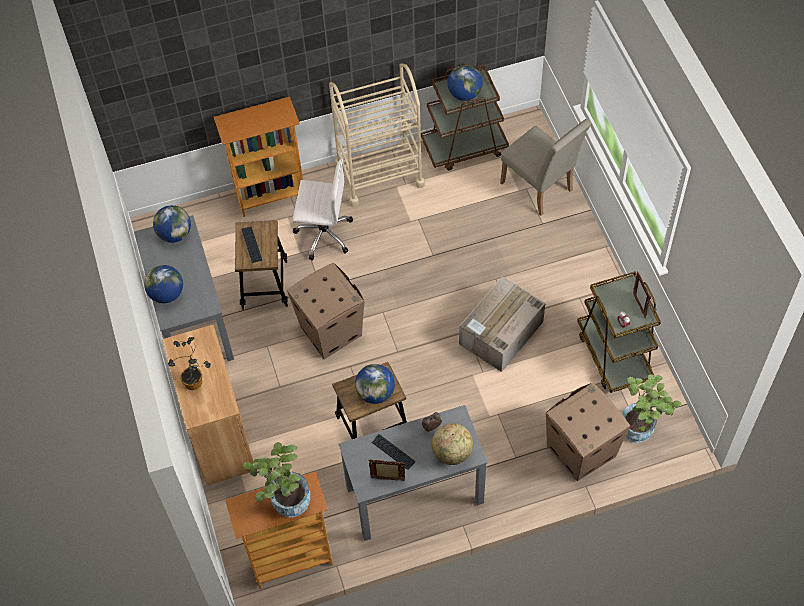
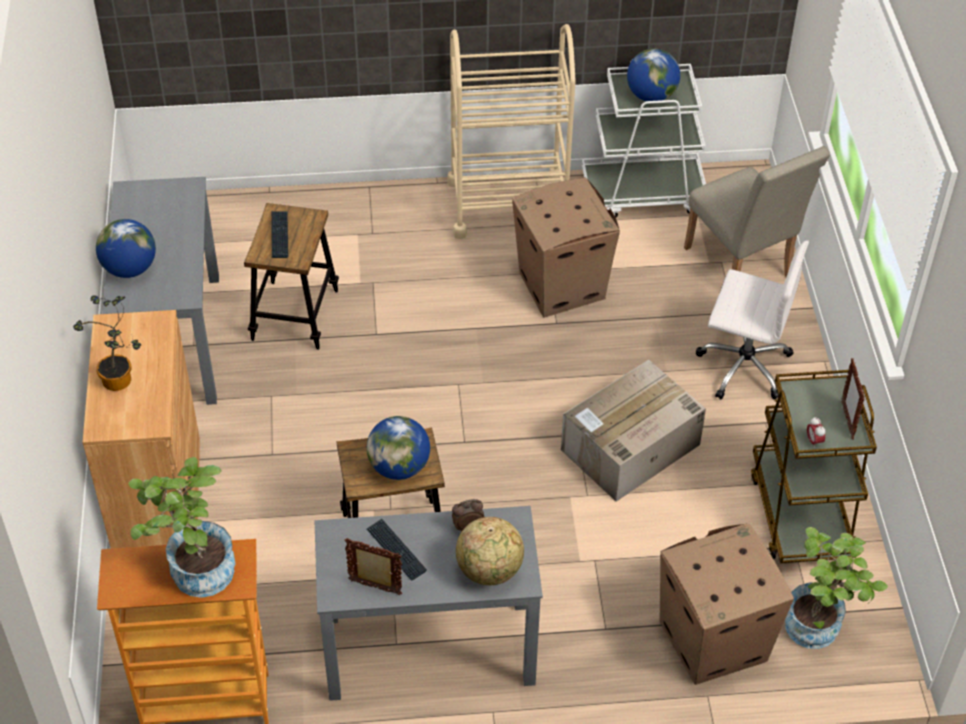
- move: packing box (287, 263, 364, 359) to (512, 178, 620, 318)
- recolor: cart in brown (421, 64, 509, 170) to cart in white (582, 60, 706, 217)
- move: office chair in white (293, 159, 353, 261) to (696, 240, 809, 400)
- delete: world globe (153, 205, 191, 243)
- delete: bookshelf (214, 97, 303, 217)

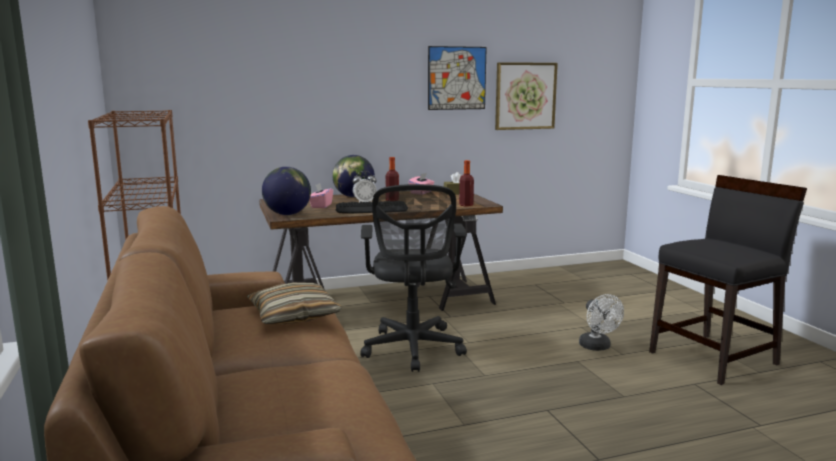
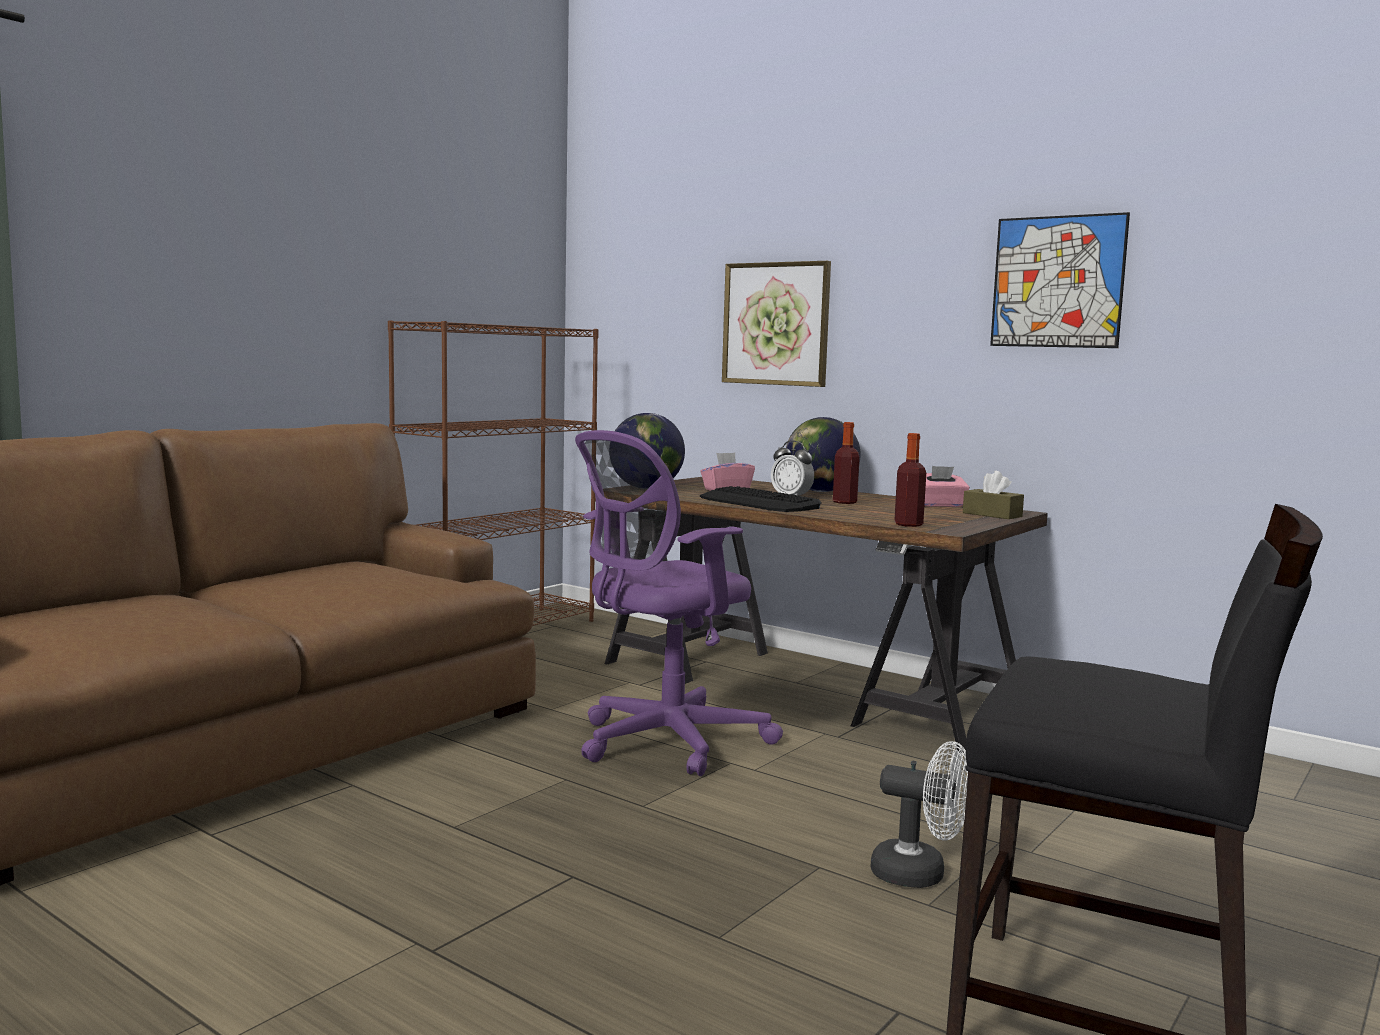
- recolor: office chair in black (360, 184, 467, 372) to office chair in purple-coloured (575, 430, 783, 776)
- move: wall picture (495, 62, 558, 130) to (722, 261, 831, 387)
- rotate: electric fan in white (579, 294, 624, 351) = (870, 741, 968, 888) 105 degrees counterclockwise
- delete: pillow (247, 282, 342, 324)

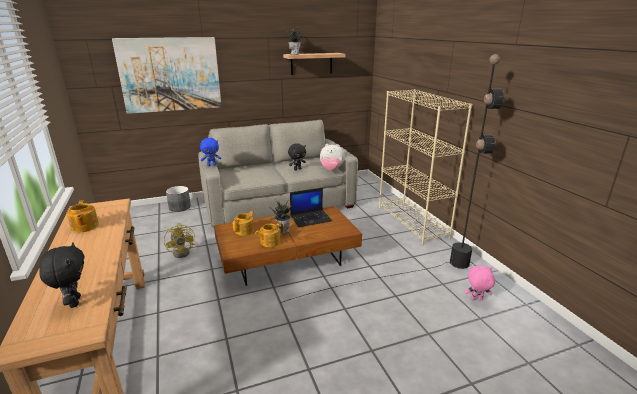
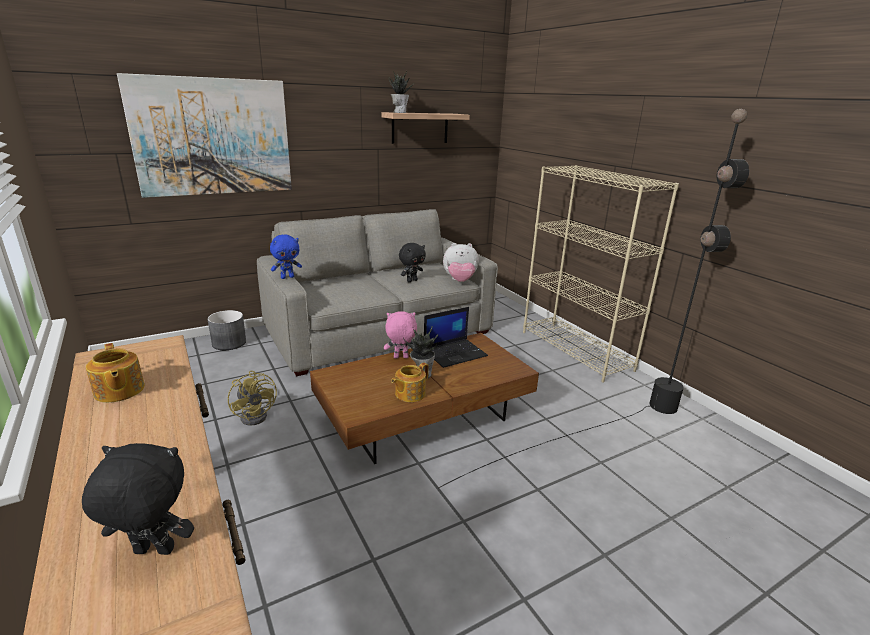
- rotate: cuddly toy in black (39, 242, 85, 308) = (82, 443, 194, 555) 60 degrees counterclockwise
- move: cuddly toy in pinkish (464, 266, 495, 301) to (384, 312, 417, 358)
- delete: pot for tea (233, 211, 254, 236)

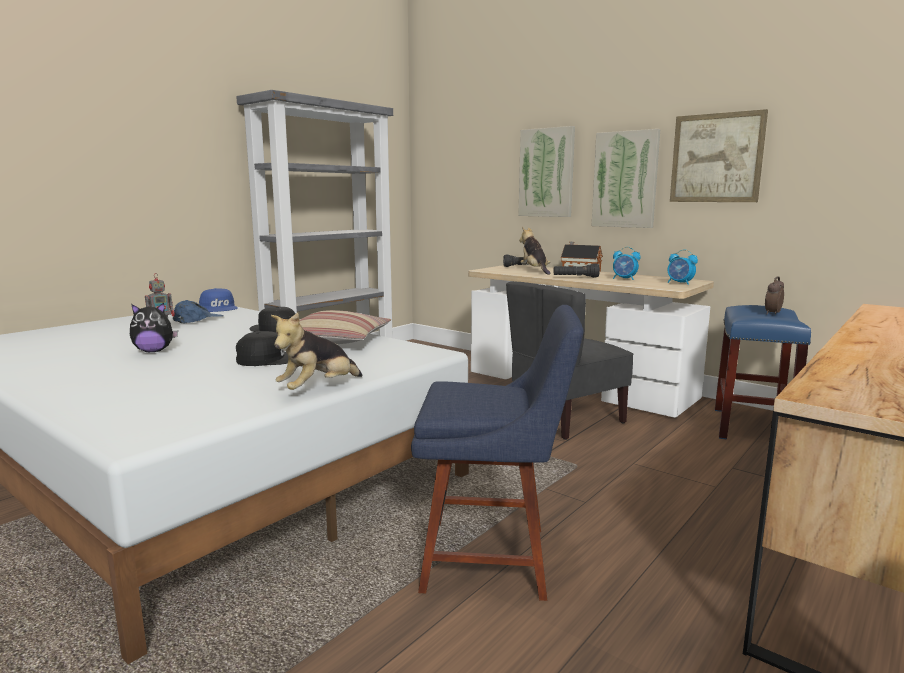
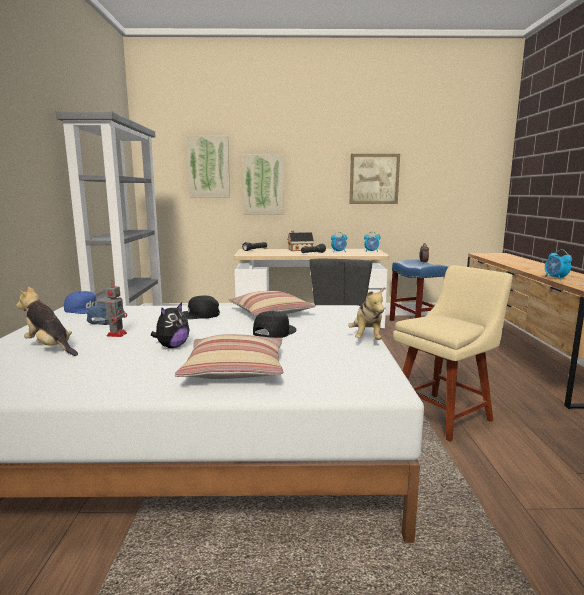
- move: cuddly toy (519, 227, 550, 275) to (16, 287, 78, 356)
- insert: pillow (175, 334, 283, 379)
- move: wall picture (592, 129, 660, 228) to (187, 136, 230, 197)
- recolor: upright chair in blue-coloured (411, 305, 583, 601) to upright chair in sand-coloured (393, 265, 513, 442)
- insert: bedside clock (545, 250, 572, 280)

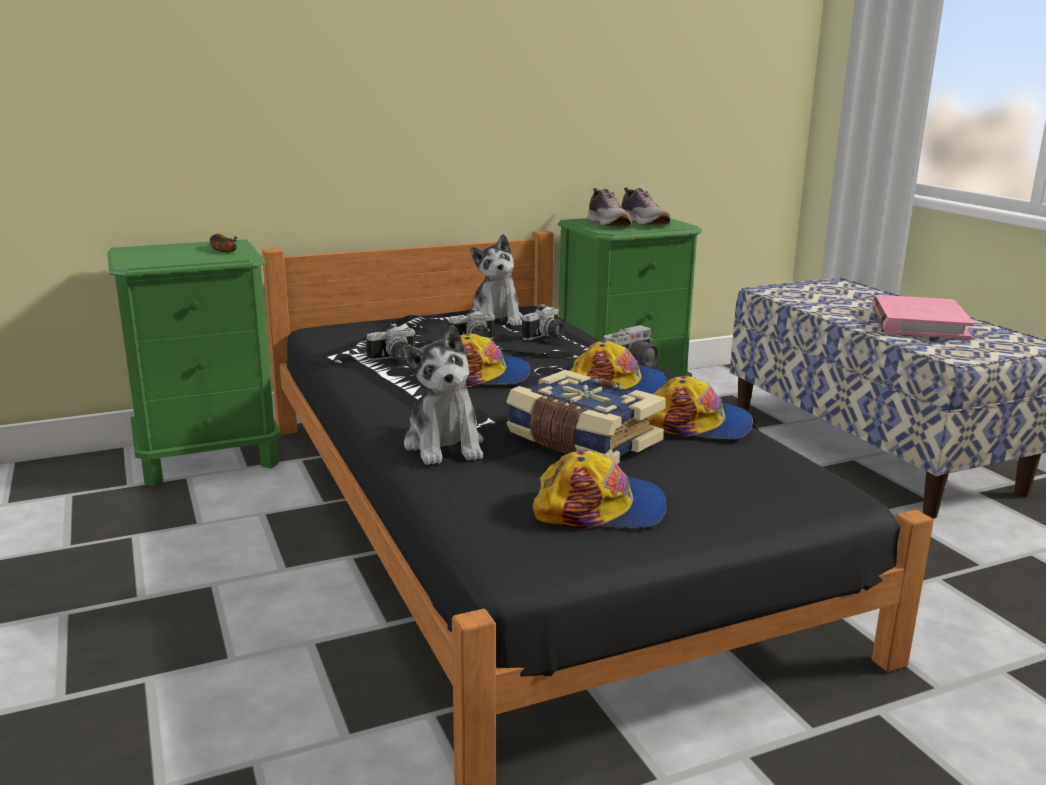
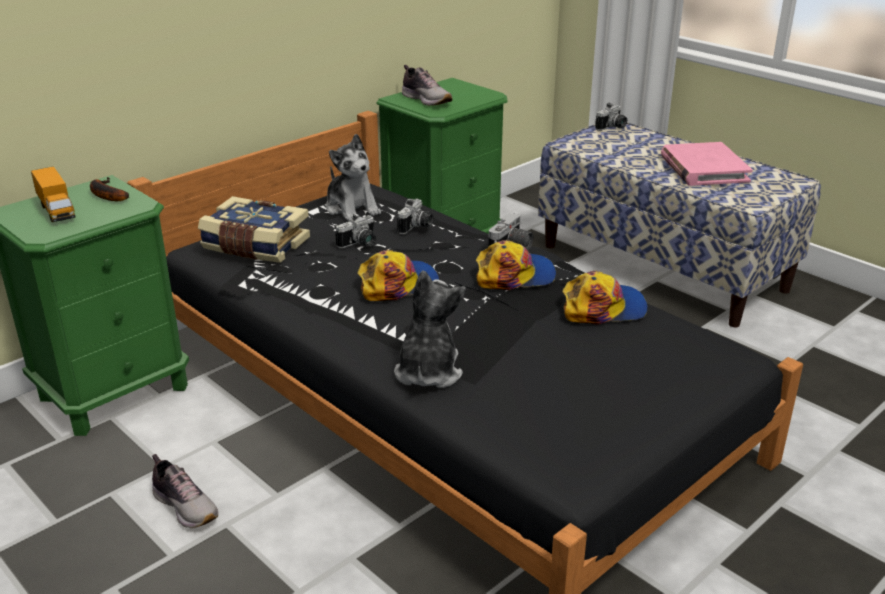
- insert: toy lorry (31, 166, 76, 222)
- move: shoe (621, 187, 670, 225) to (152, 454, 218, 529)
- move: volume (506, 370, 666, 464) to (198, 196, 310, 263)
- rotate: cuddly toy (403, 325, 484, 465) = (394, 270, 466, 388) 135 degrees counterclockwise
- move: photo camera (366, 323, 415, 361) to (595, 103, 627, 131)
- delete: peaked cap (533, 450, 667, 529)

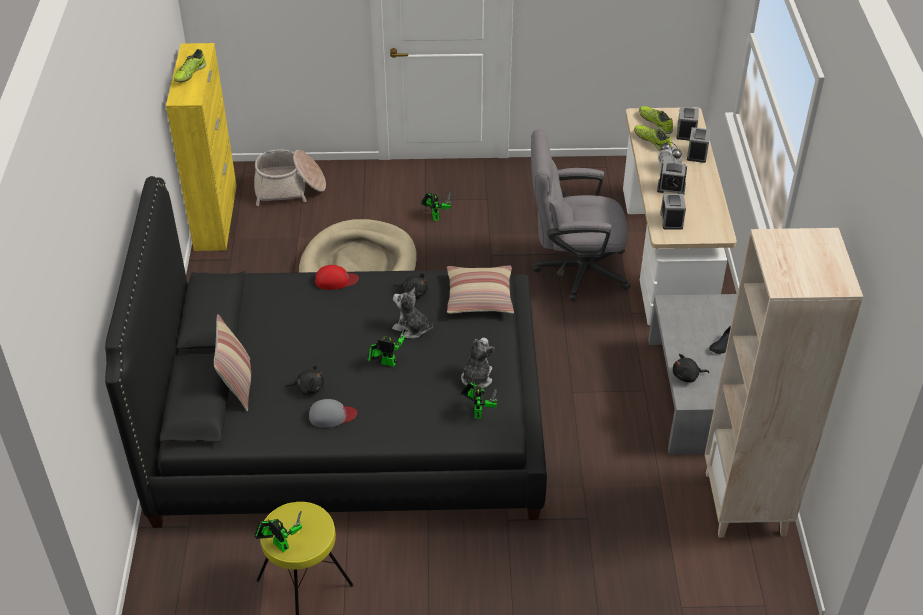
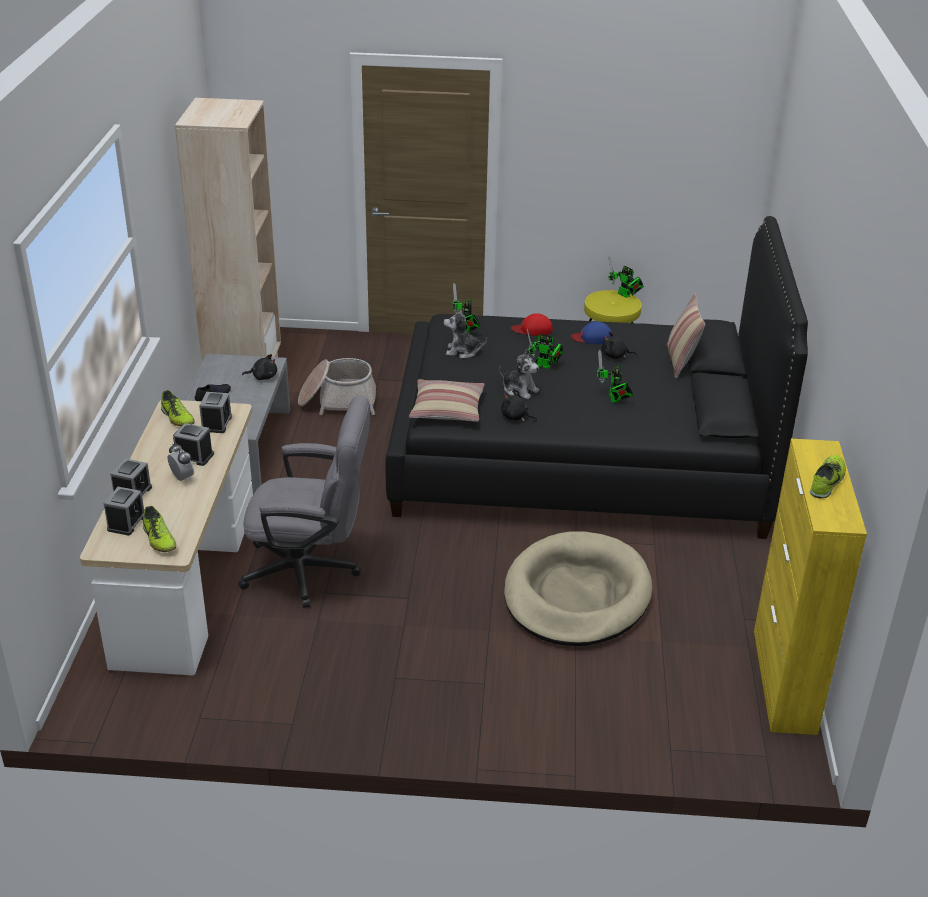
- move: shoe (634, 125, 672, 152) to (161, 390, 195, 426)
- move: household basket (254, 149, 326, 206) to (298, 358, 376, 415)
- rotate: cuddly toy (461, 338, 495, 388) = (444, 310, 487, 359) 75 degrees clockwise
- move: peaked cap in reddish (315, 265, 359, 290) to (511, 313, 553, 336)
- recolor: peaked cap in gray (309, 399, 357, 428) to peaked cap in blue-coloured (571, 321, 612, 344)
- move: toy robot (421, 192, 451, 221) to (597, 350, 633, 402)

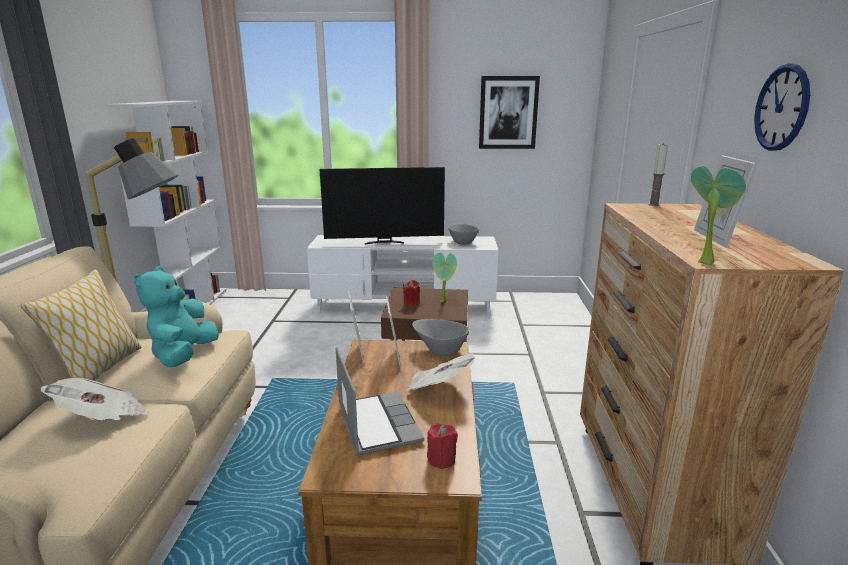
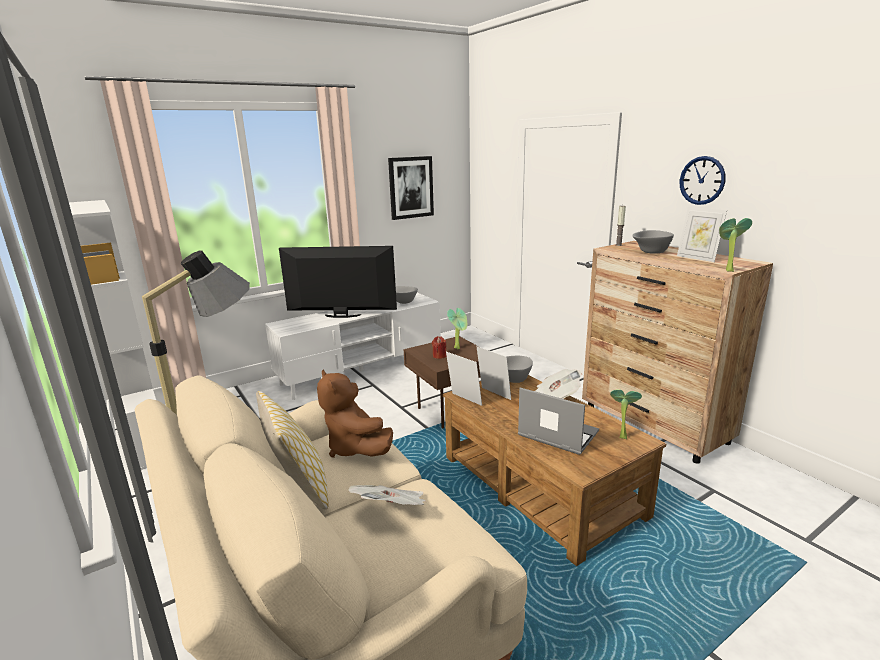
- rotate: TV set (319, 167, 445, 245) = (279, 246, 397, 318) 135 degrees counterclockwise
- recolor: cuddly toy in turquoise-coloured (134, 266, 219, 367) to cuddly toy in brown (317, 370, 393, 458)
- replace: wax light in reddish (427, 423, 458, 469) to houseplant (610, 390, 642, 439)
- insert: deep dish in gray (632, 230, 674, 254)

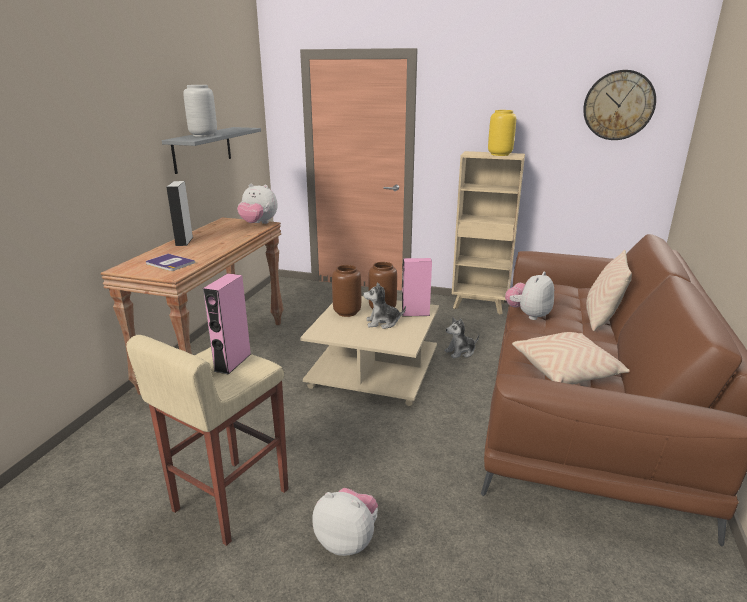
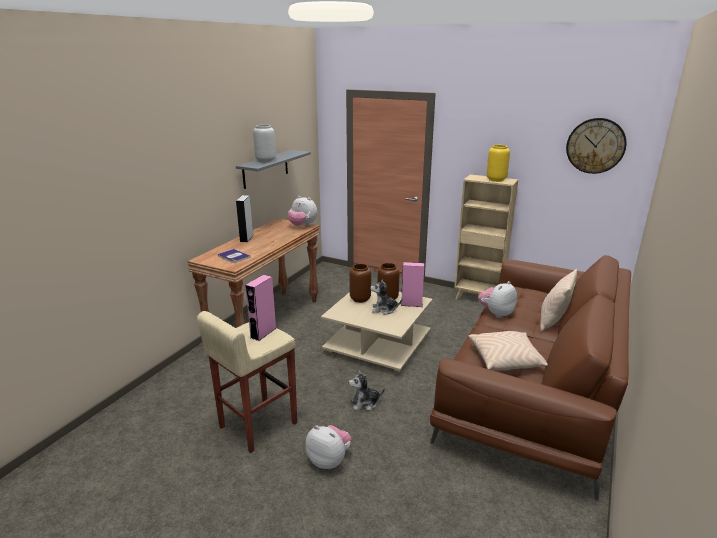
- move: cuddly toy (444, 317, 479, 359) to (348, 370, 385, 411)

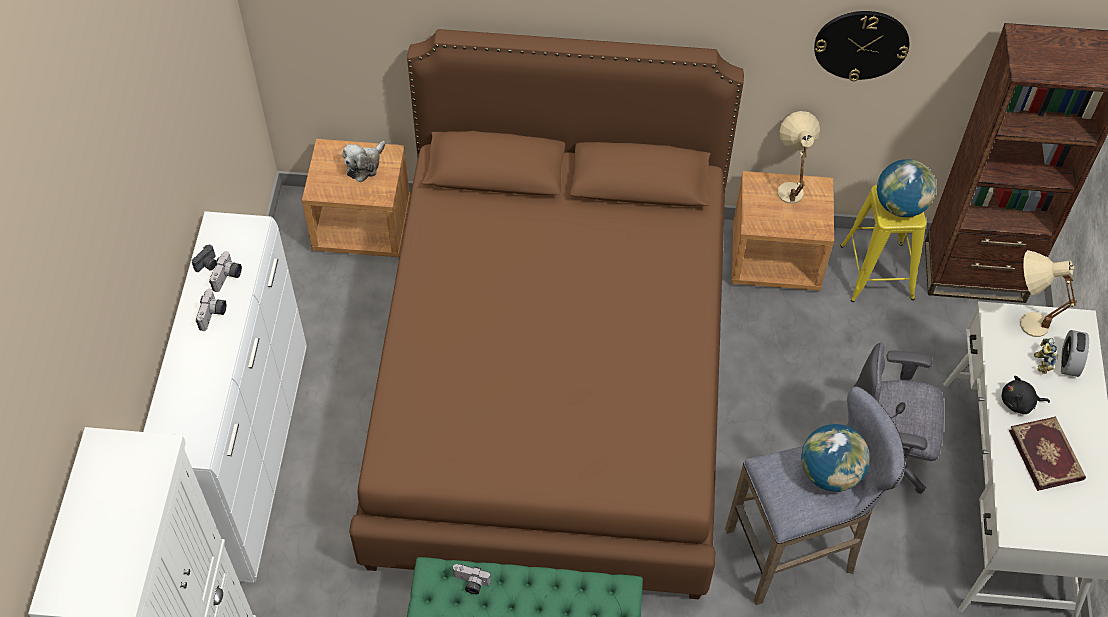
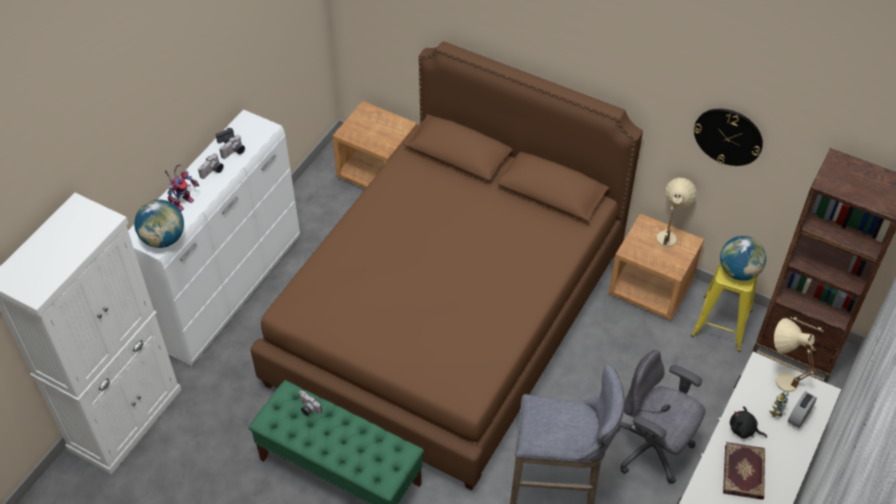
- move: world globe (801, 424, 870, 492) to (134, 200, 184, 248)
- insert: toy robot (165, 164, 199, 211)
- delete: cuddly toy (342, 141, 386, 182)

